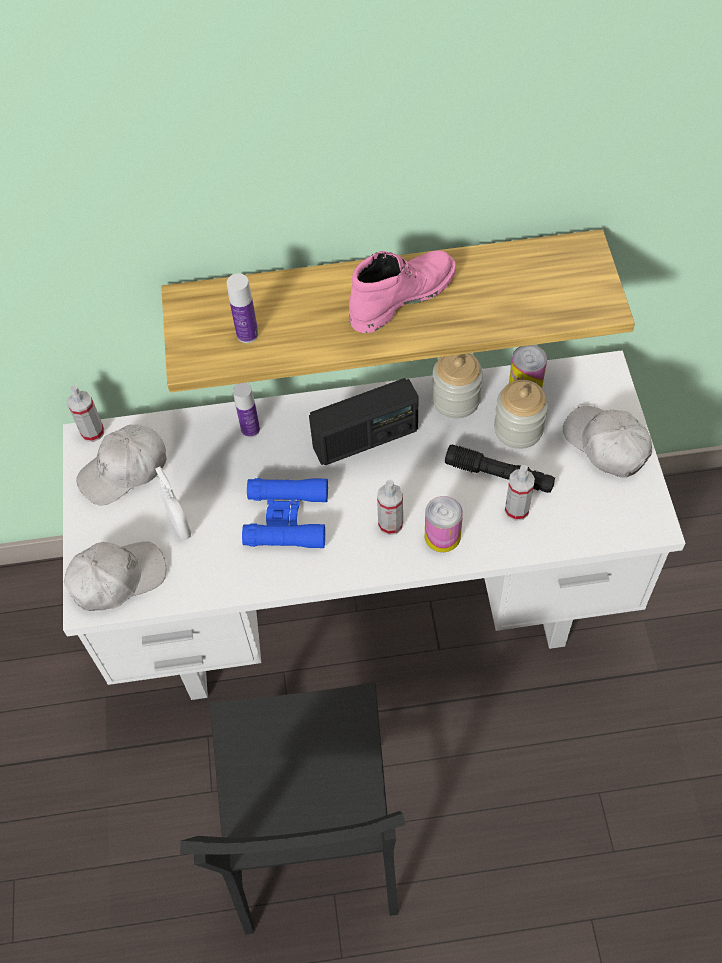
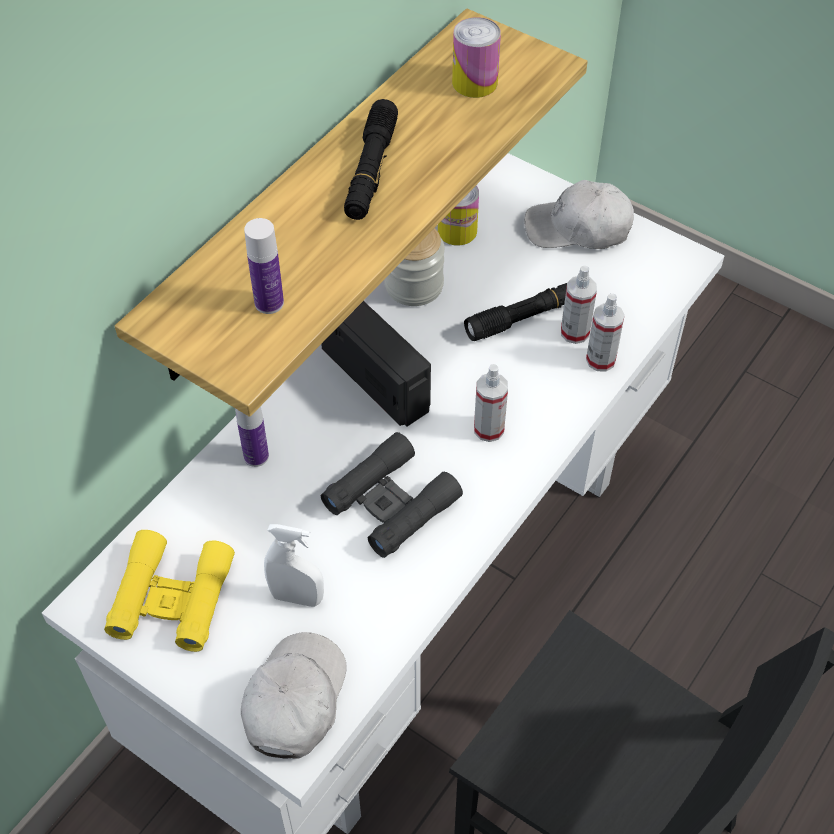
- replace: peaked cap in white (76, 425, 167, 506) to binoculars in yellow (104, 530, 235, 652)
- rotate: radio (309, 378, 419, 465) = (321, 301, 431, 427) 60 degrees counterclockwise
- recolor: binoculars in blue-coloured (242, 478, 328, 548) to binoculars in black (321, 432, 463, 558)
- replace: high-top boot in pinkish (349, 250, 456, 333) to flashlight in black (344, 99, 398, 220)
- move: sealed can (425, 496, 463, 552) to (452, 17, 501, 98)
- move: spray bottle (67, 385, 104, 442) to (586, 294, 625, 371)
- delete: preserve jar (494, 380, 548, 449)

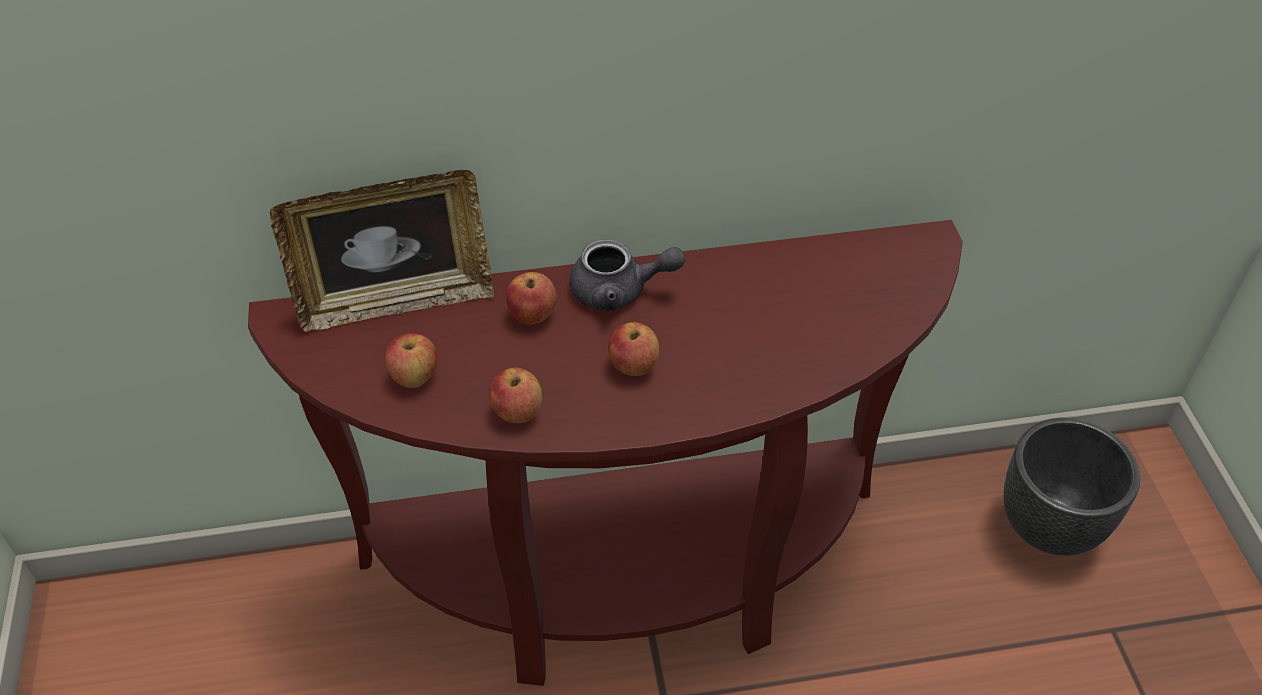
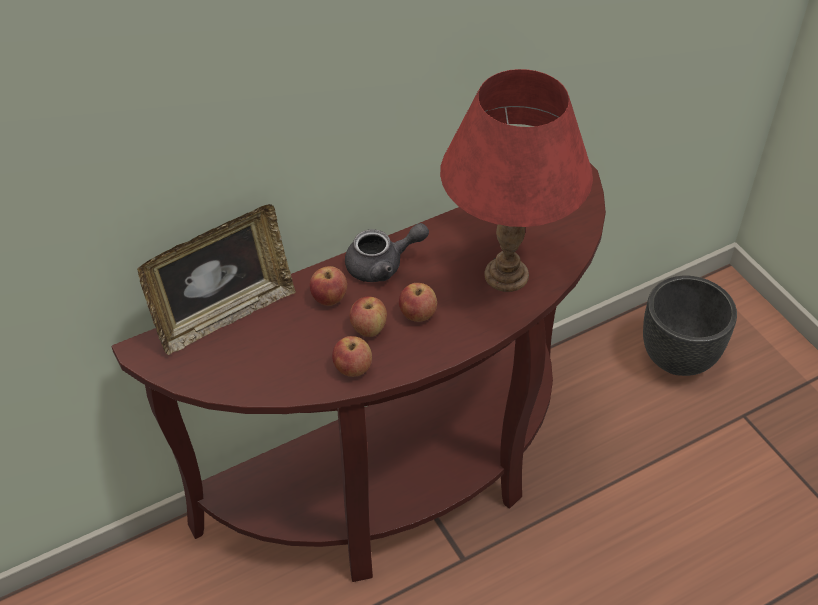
- move: apple (385, 333, 438, 388) to (350, 297, 387, 337)
- insert: table lamp in reddish (440, 69, 593, 292)

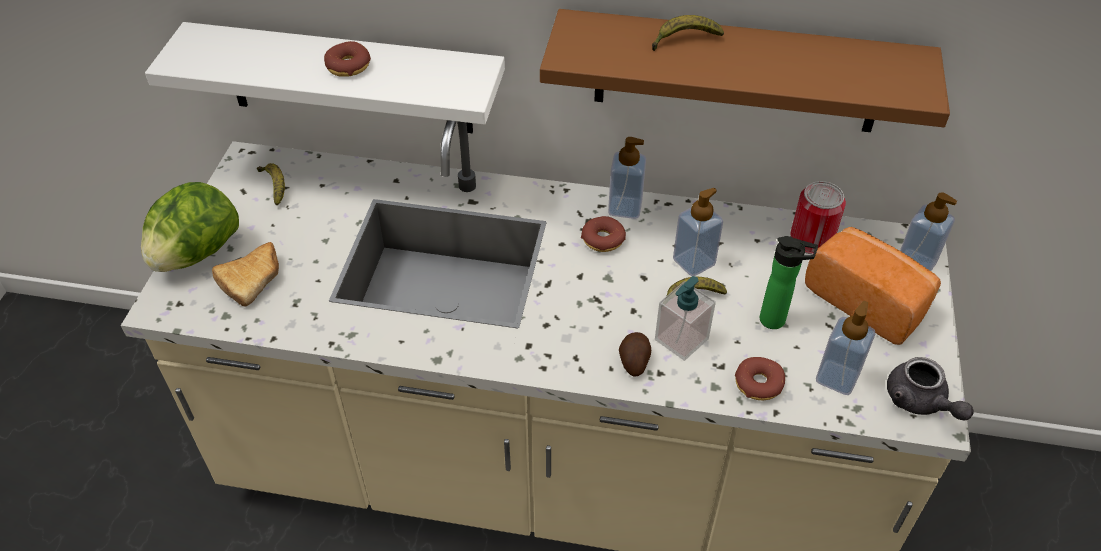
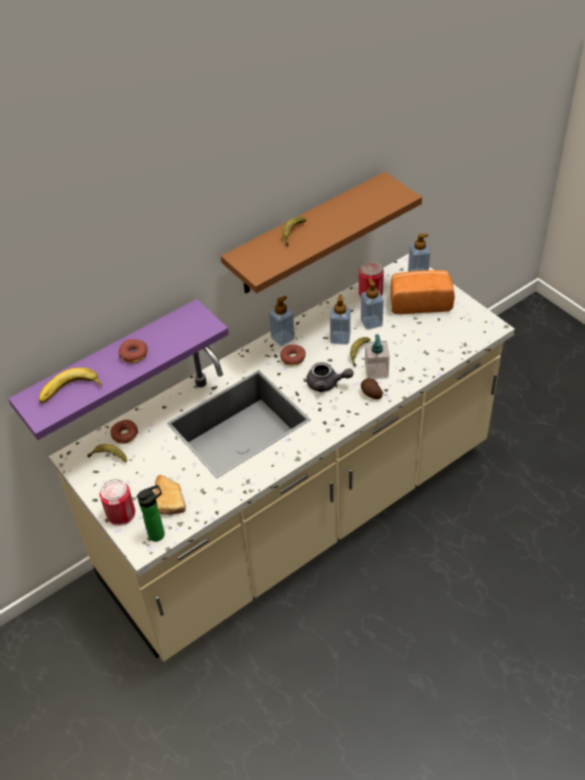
- recolor: shelf in white (145, 22, 505, 133) to shelf in purple-coloured (8, 299, 229, 440)
- insert: whole banana (39, 367, 102, 403)
- replace: lettuce head (141, 182, 239, 272) to sealed can (100, 479, 135, 526)
- move: ring doughnut (735, 357, 785, 401) to (111, 420, 138, 444)
- move: bottle (760, 236, 818, 329) to (137, 485, 165, 542)
- move: pot for tea in gray (887, 357, 973, 420) to (306, 362, 354, 392)
- move: soap bottle (816, 301, 875, 395) to (361, 279, 384, 330)

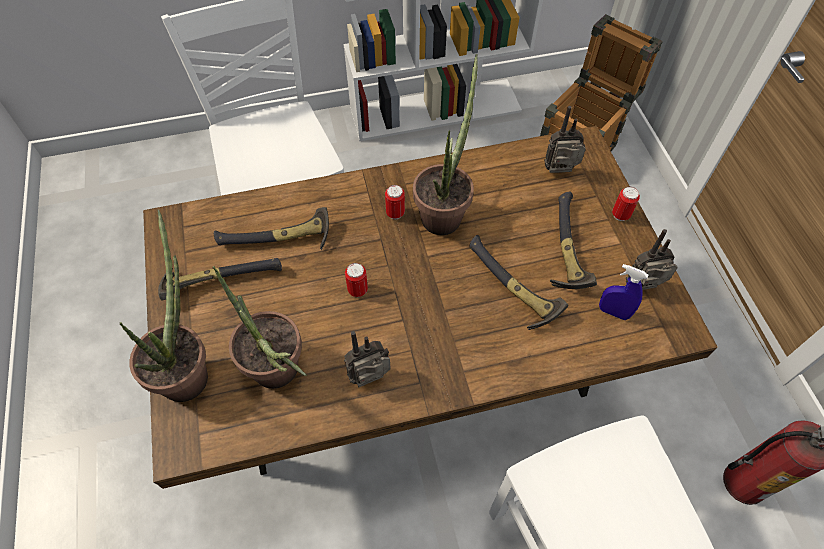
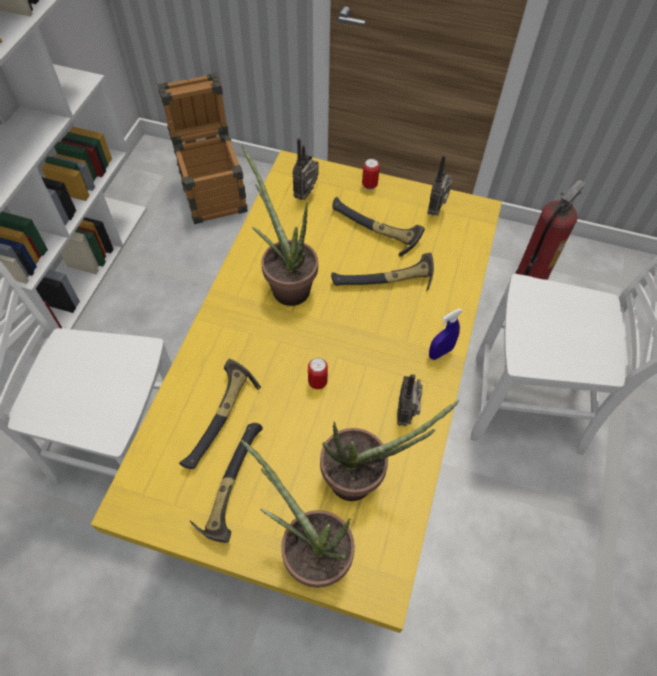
- recolor: dinner table in brown (143, 126, 718, 489) to dinner table in yellow (90, 150, 502, 633)
- move: spray bottle in blue-coloured (599, 264, 648, 320) to (429, 308, 462, 360)
- delete: sealed can (385, 185, 405, 219)

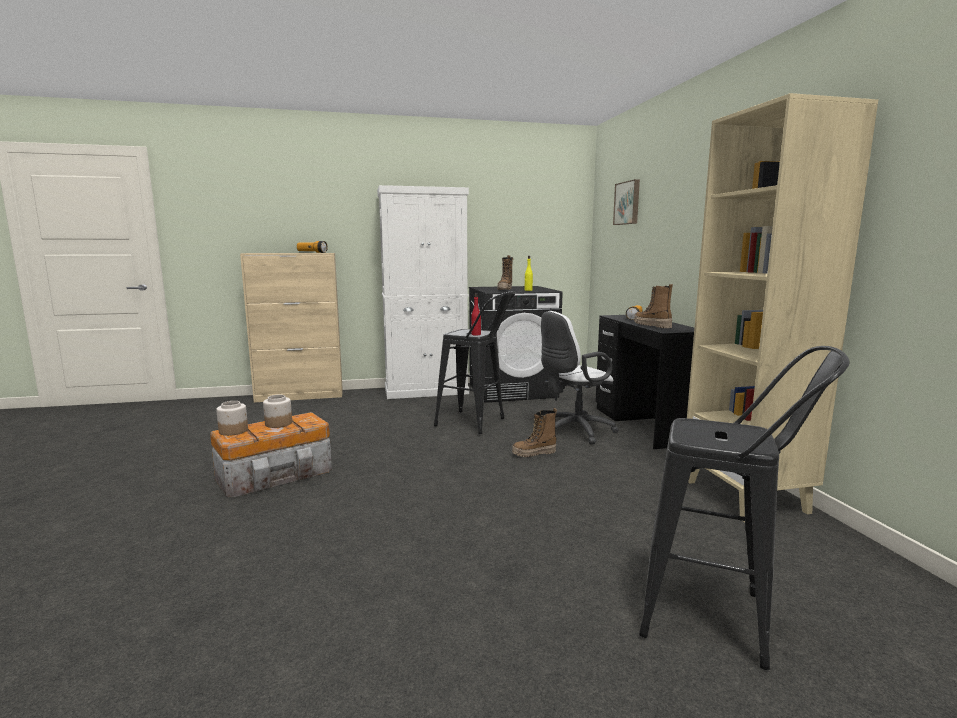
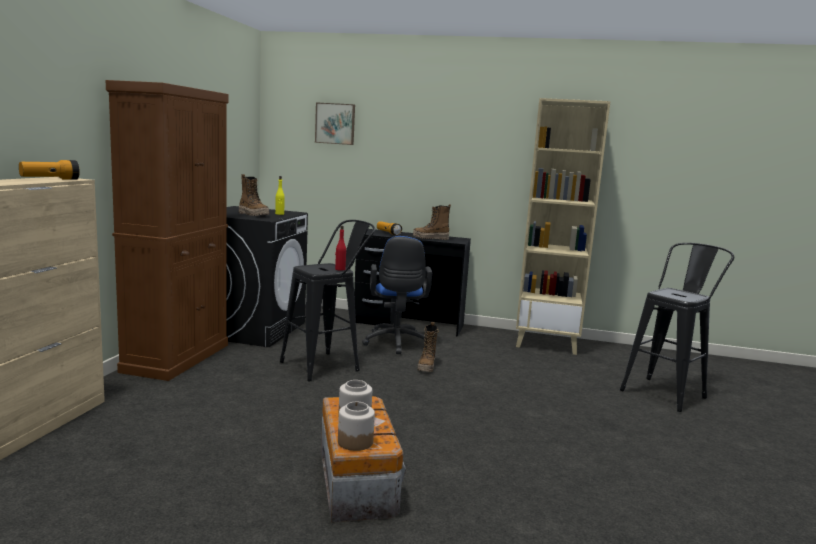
- recolor: cabinet in white (377, 185, 469, 399) to cabinet in brown (106, 80, 229, 381)
- recolor: office chair in white (541, 311, 619, 444) to office chair in blue-coloured (362, 236, 432, 354)

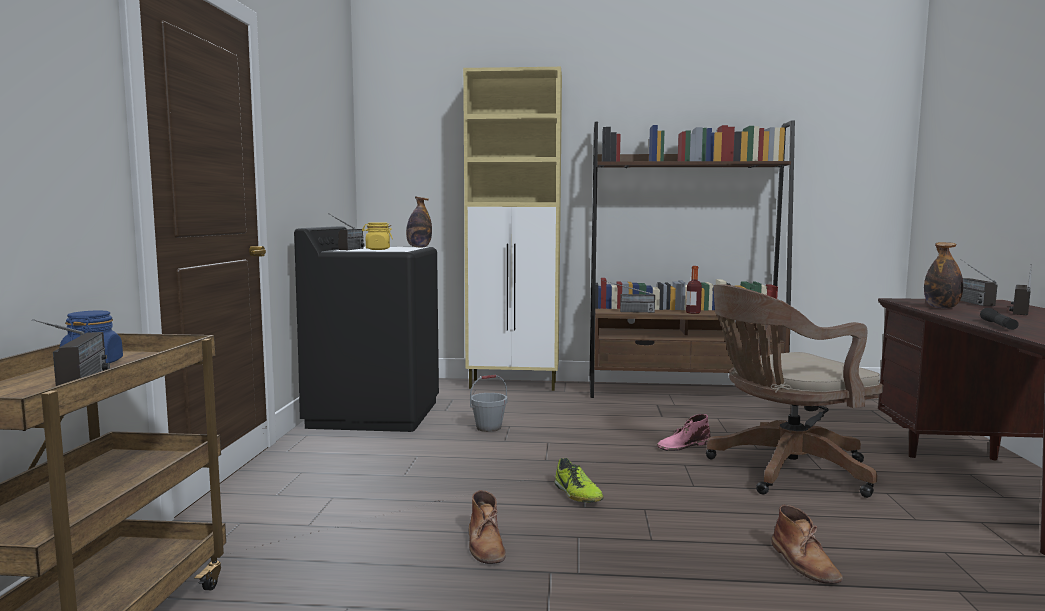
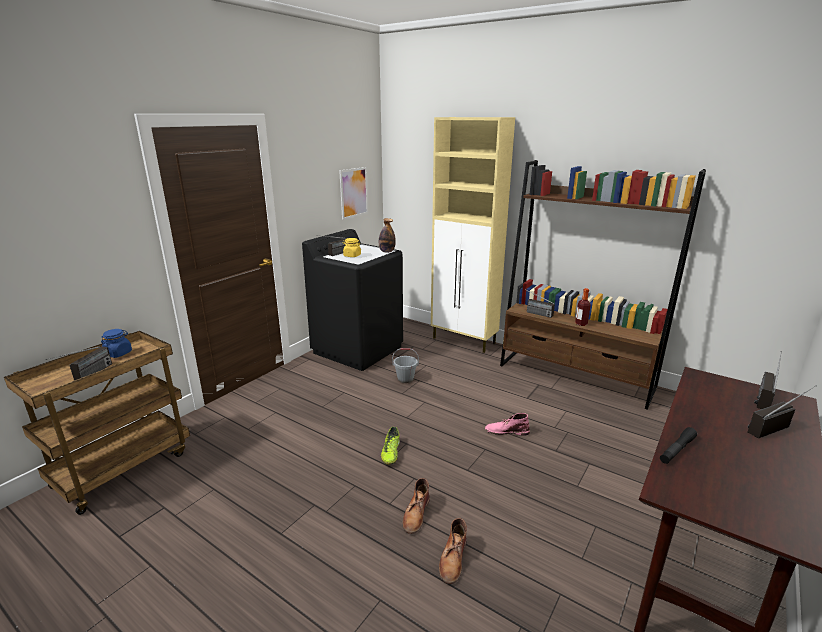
- insert: wall picture (339, 167, 368, 220)
- move: high-top boot in brown (469, 490, 506, 564) to (403, 478, 430, 534)
- delete: office chair in brown (706, 284, 883, 498)
- delete: bottle (924, 242, 963, 308)

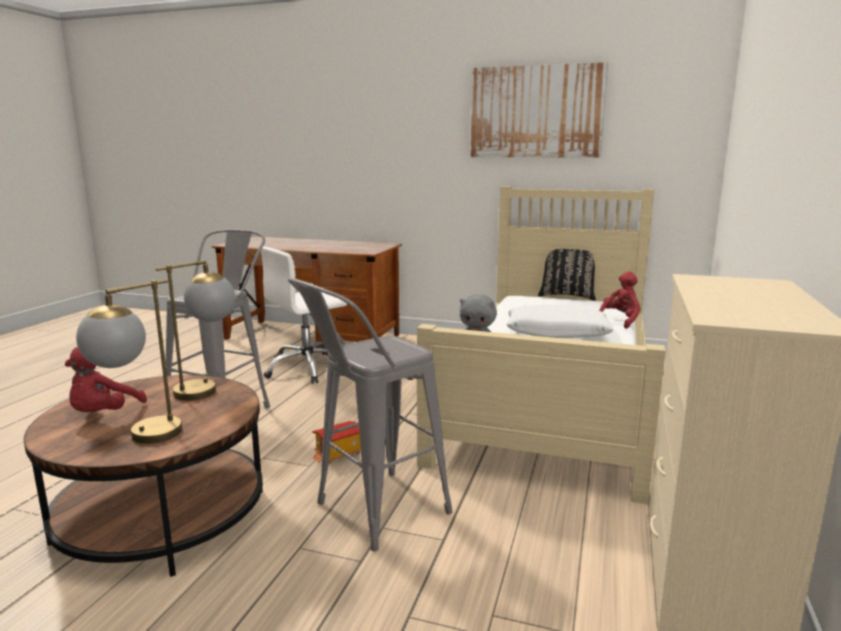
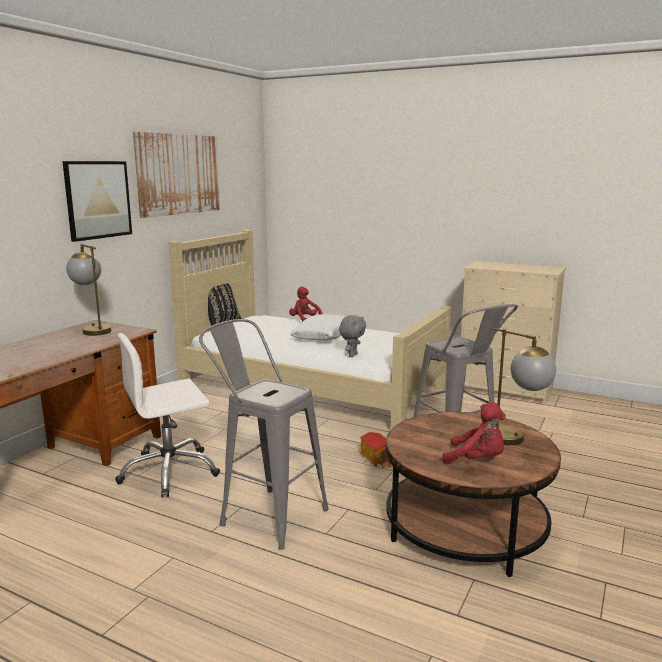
- insert: wall picture (63, 161, 132, 242)
- move: table lamp (156, 260, 235, 401) to (66, 244, 111, 336)
- rotate: office chair in white (261, 246, 347, 384) = (115, 333, 220, 497) 90 degrees clockwise

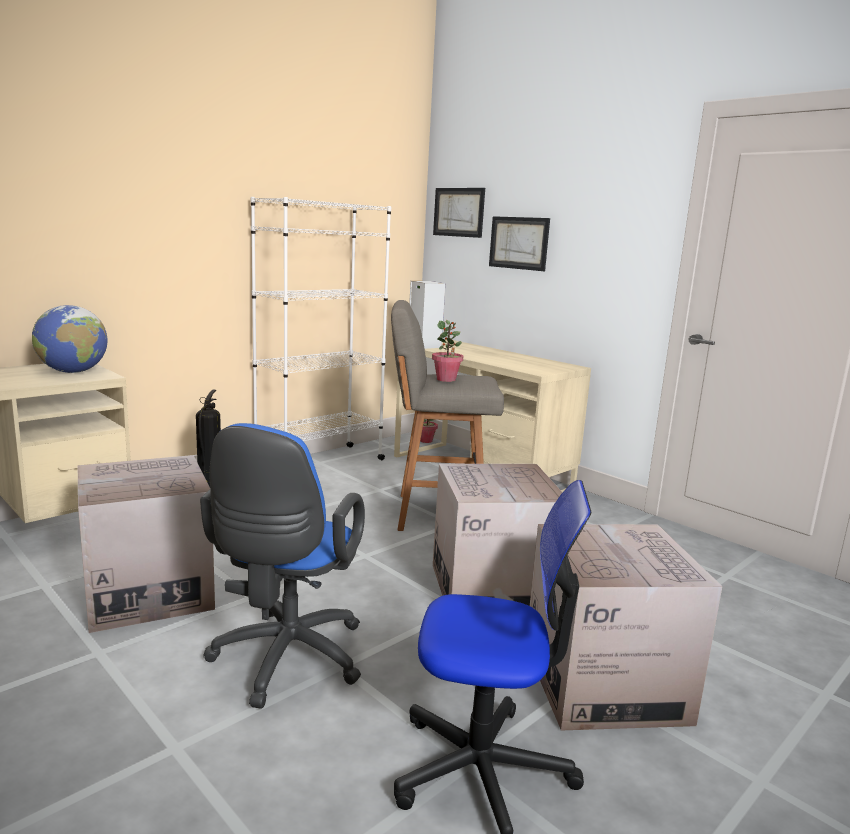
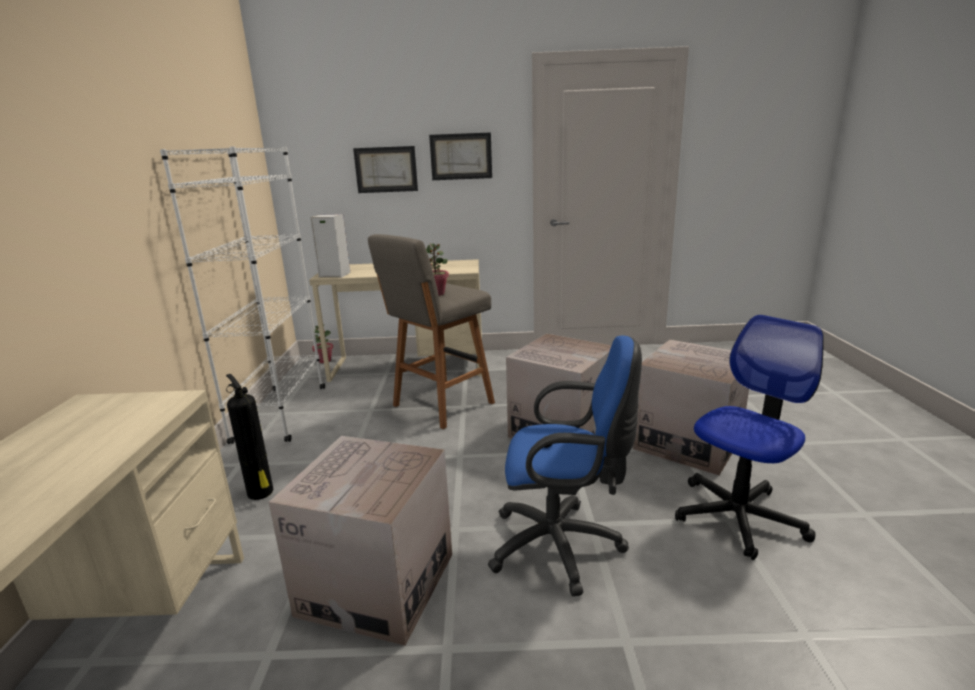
- move: wall picture (433, 188, 485, 238) to (429, 132, 492, 180)
- rotate: office chair in blue-coloured (200, 423, 365, 708) = (488, 335, 642, 596) 45 degrees counterclockwise
- delete: world globe (32, 305, 108, 373)

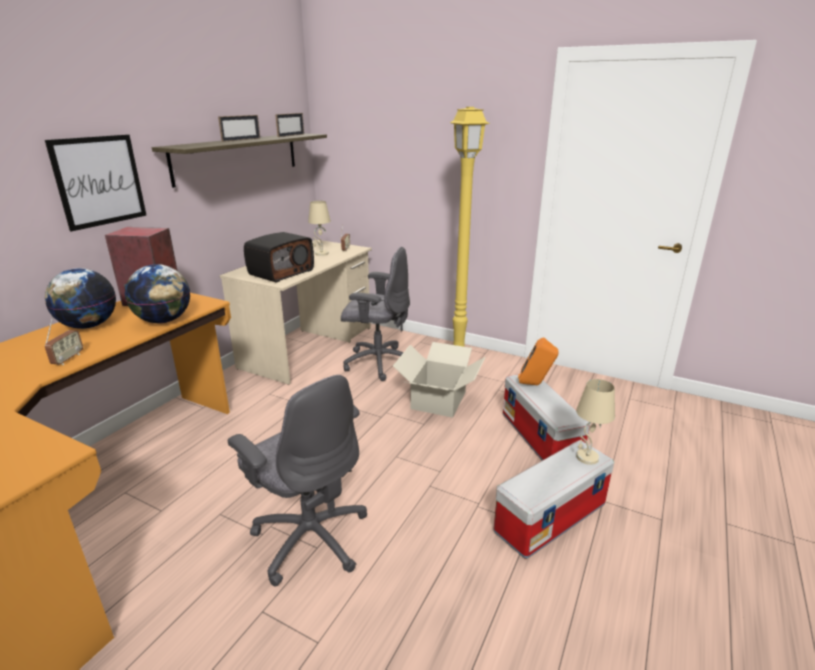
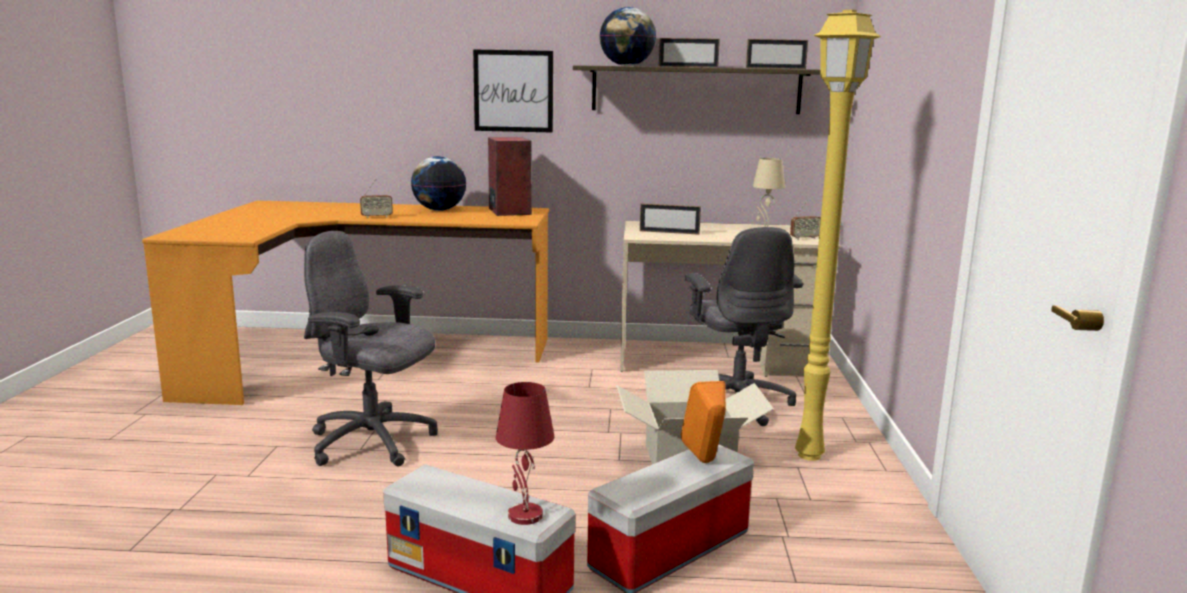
- rotate: office chair in gray (228, 375, 367, 587) = (304, 231, 438, 466) 90 degrees clockwise
- recolor: table lamp in sand-coloured (576, 379, 615, 465) to table lamp in reddish (496, 382, 554, 525)
- move: world globe (125, 264, 190, 323) to (600, 7, 656, 66)
- replace: radio (244, 232, 314, 282) to picture frame (640, 203, 701, 235)

